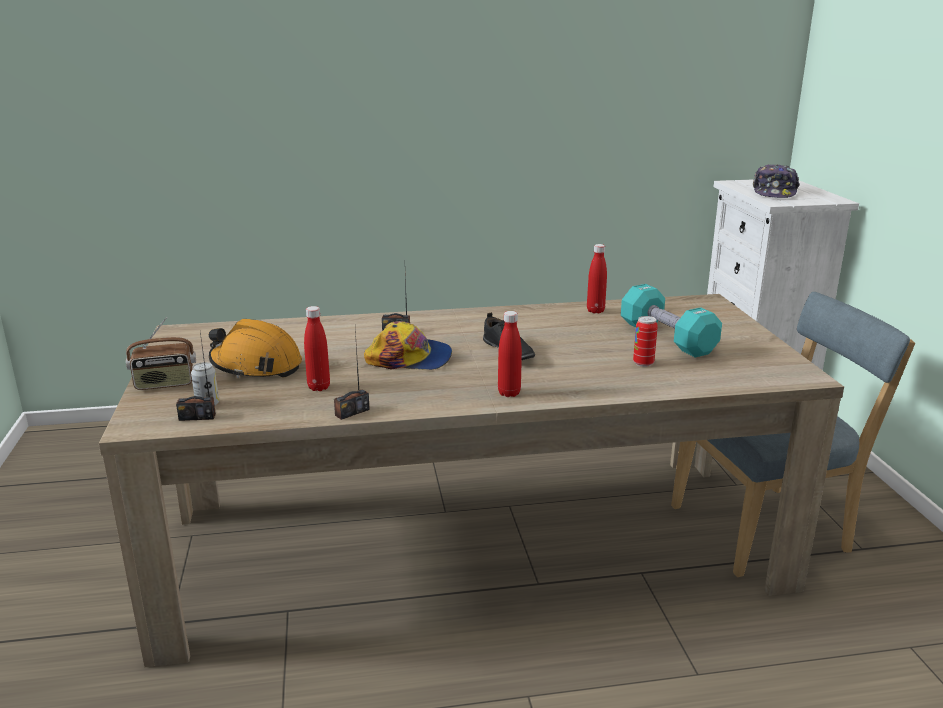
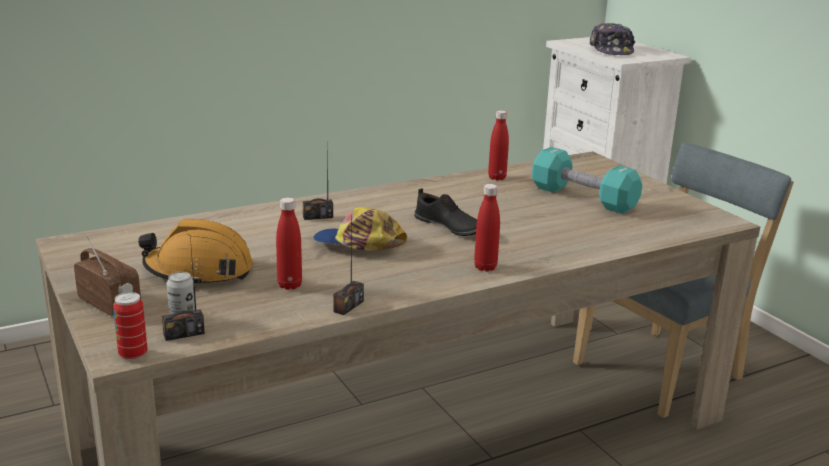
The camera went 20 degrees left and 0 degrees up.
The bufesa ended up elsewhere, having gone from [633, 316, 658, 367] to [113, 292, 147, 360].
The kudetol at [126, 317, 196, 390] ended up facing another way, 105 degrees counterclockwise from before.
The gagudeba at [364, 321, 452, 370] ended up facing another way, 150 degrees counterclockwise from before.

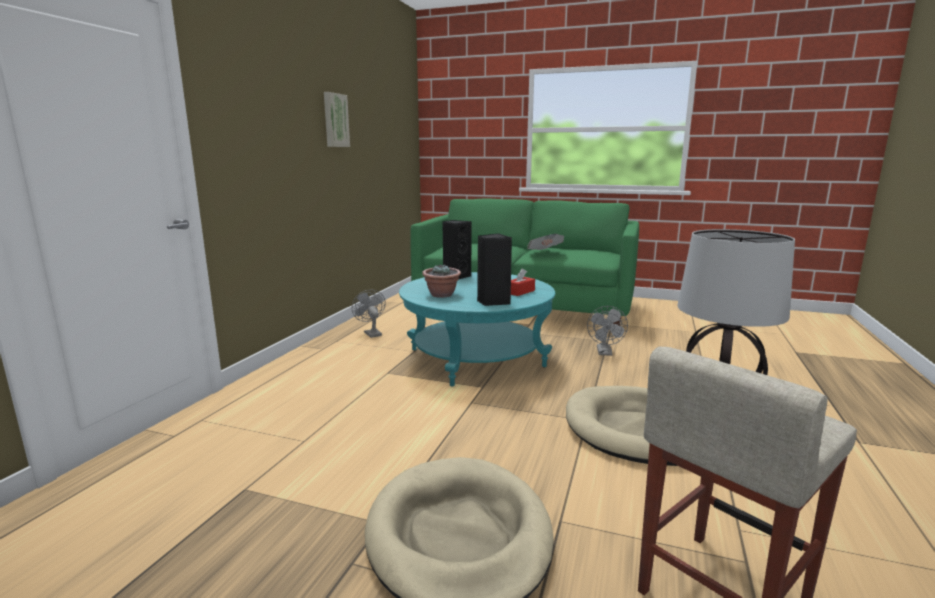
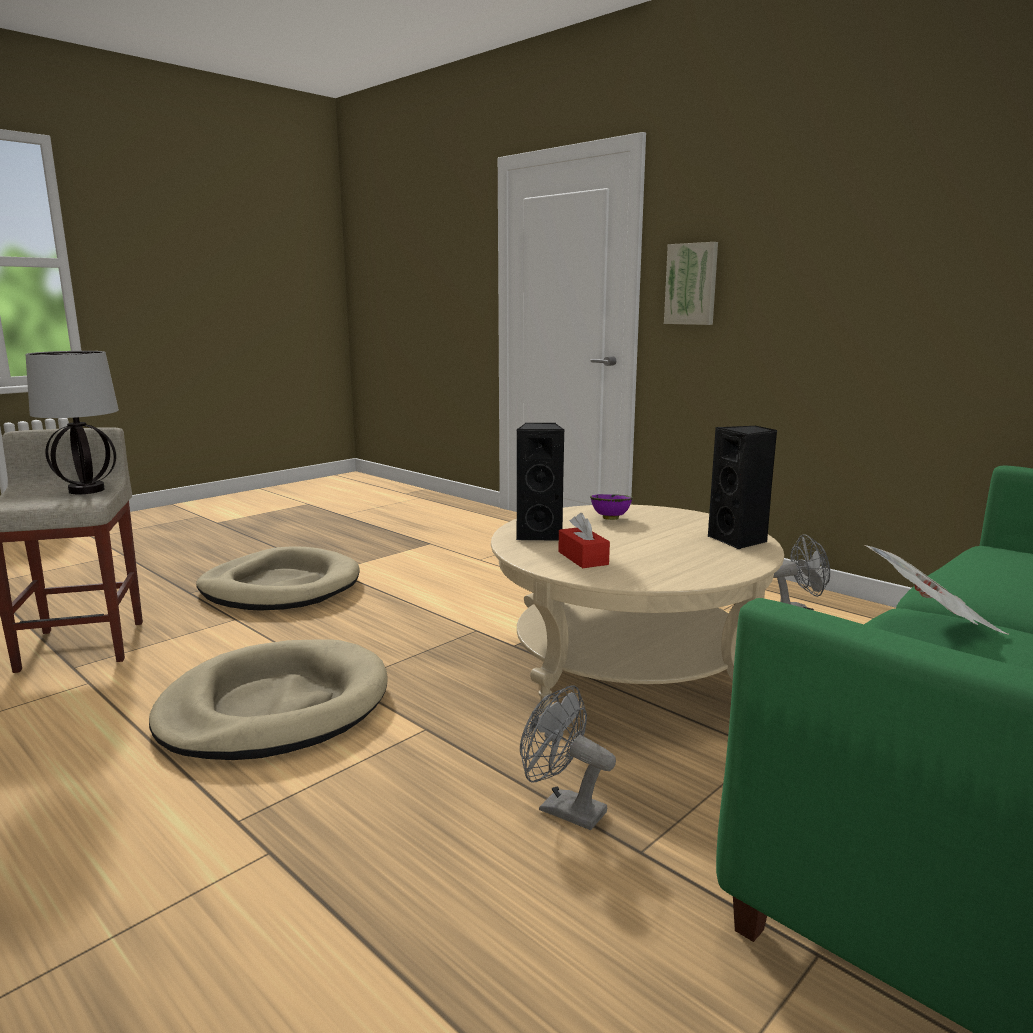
The camera went 115 degrees right and 0 degrees up.
The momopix ended up elsewhere, having gone from [324, 92, 350, 147] to [664, 242, 718, 325].
Where the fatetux stood at [422, 264, 461, 298], the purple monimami came to stand at [590, 494, 633, 520].
What was the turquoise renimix at [399, 272, 555, 387] turned into the beige renimix at [491, 505, 784, 711].

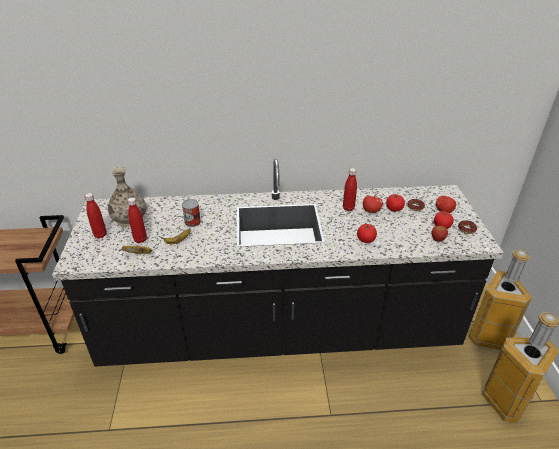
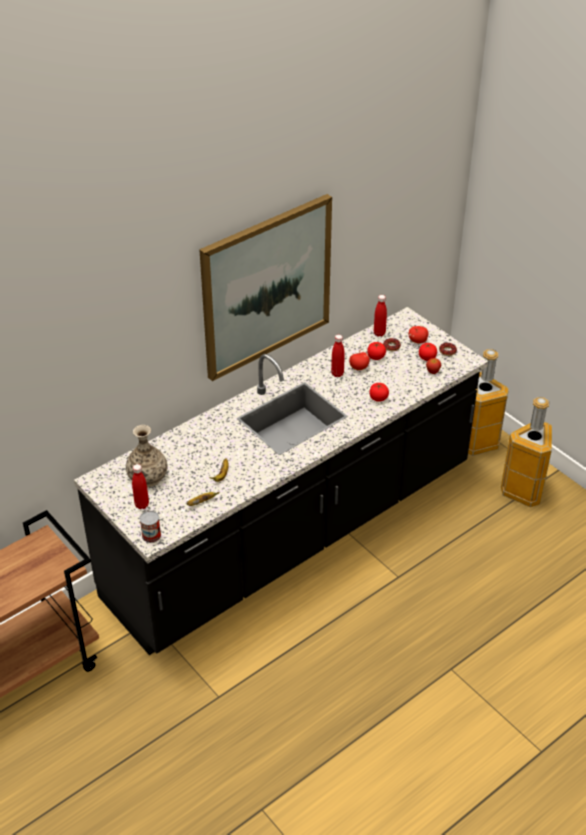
The camera went 35 degrees left and 5 degrees up.
The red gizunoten ended up elsewhere, having gone from [127, 197, 147, 243] to [374, 295, 387, 337].
The bufesa ended up elsewhere, having gone from [182, 199, 201, 227] to [140, 511, 161, 543].
The second view gained the momopix at [199, 194, 332, 381].

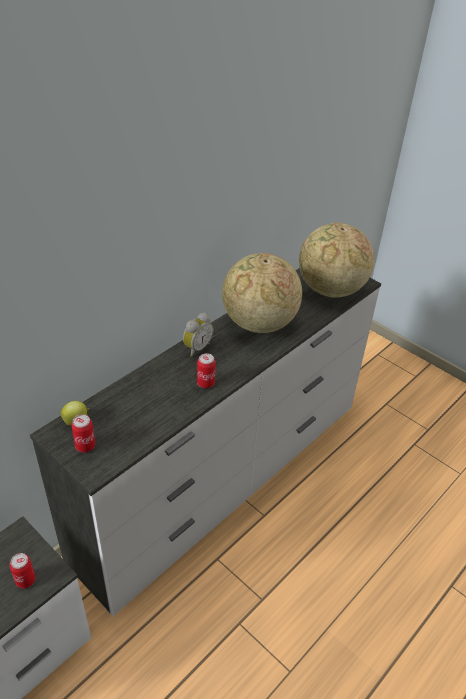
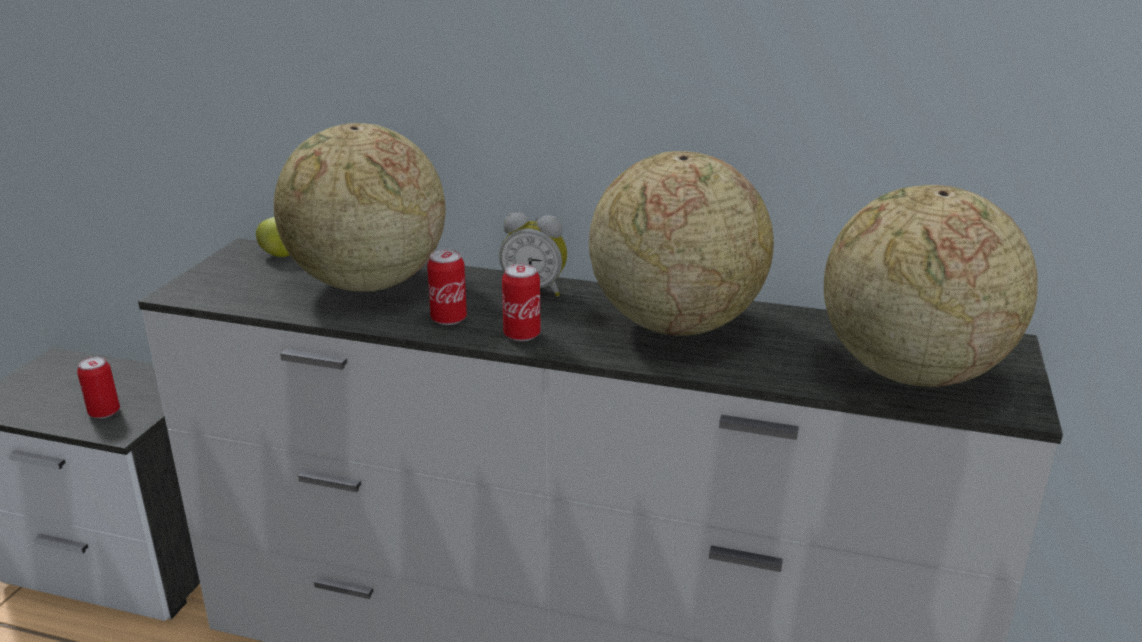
The camera went 65 degrees right and 15 degrees down.
The bufesa ended up elsewhere, having gone from [71, 414, 95, 452] to [502, 263, 540, 341].
The second view gained the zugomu at [274, 123, 446, 292].

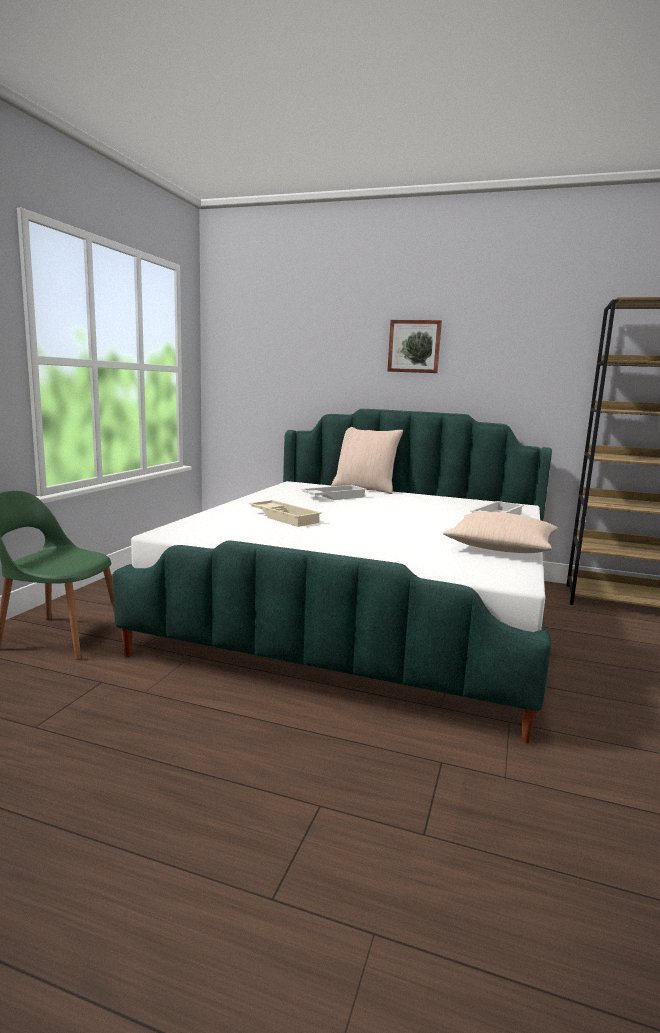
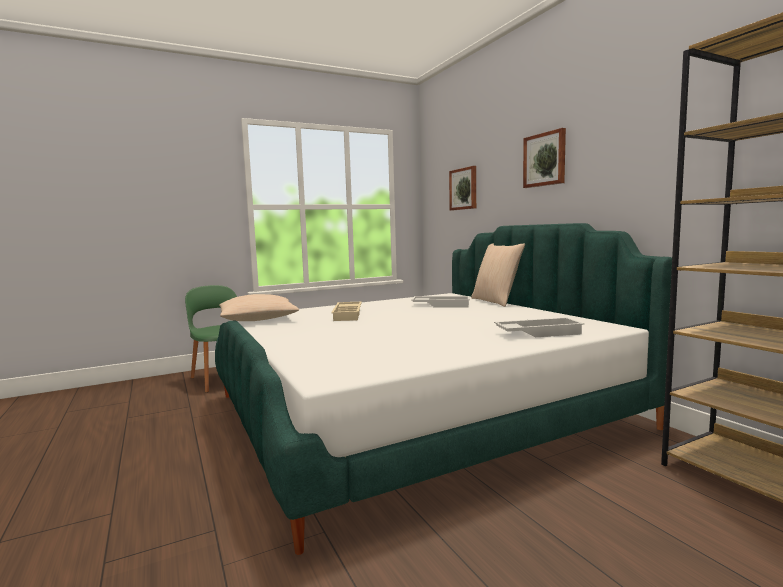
The camera went 45 degrees right and 5 degrees down.
The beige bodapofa ended up elsewhere, having gone from [443, 511, 558, 553] to [219, 294, 299, 321].
The second view gained the momopix at [449, 166, 476, 211].

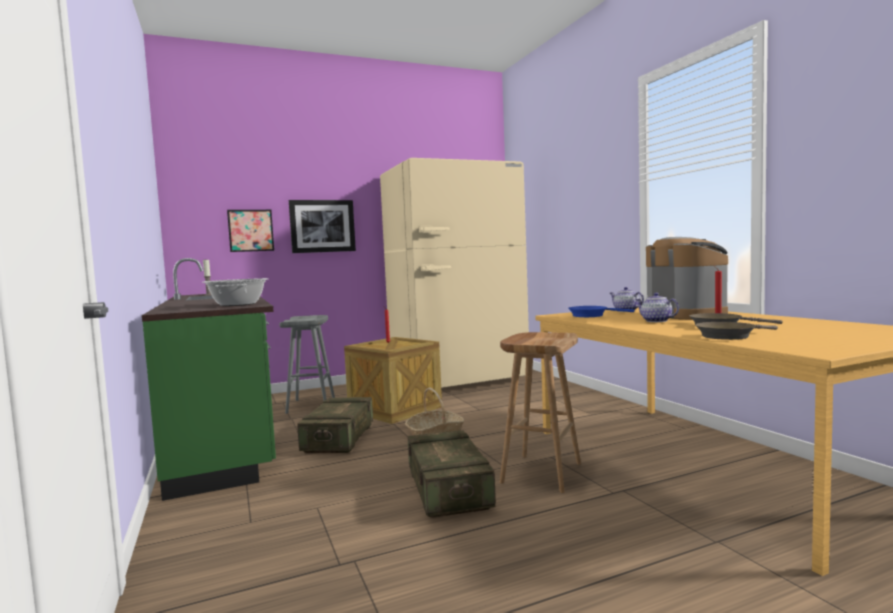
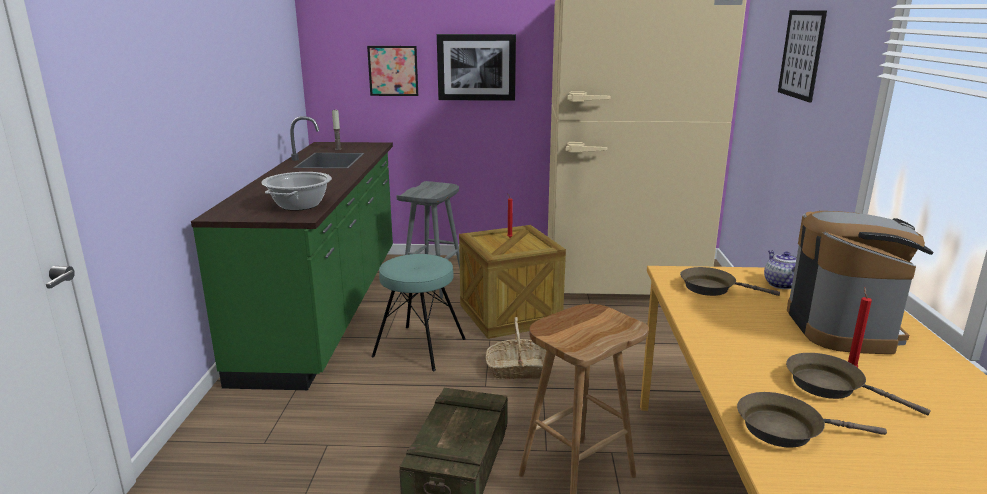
The camera went 25 degrees right and 15 degrees up.
The second view lost the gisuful at [635, 293, 679, 322].
What was the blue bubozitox at [568, 306, 634, 317] turned into the brown bubozitox at [680, 267, 780, 296].
Where the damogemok stood at [297, 397, 373, 453], the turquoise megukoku came to stand at [371, 254, 466, 371].
The second view gained the momopix at [778, 10, 827, 102].

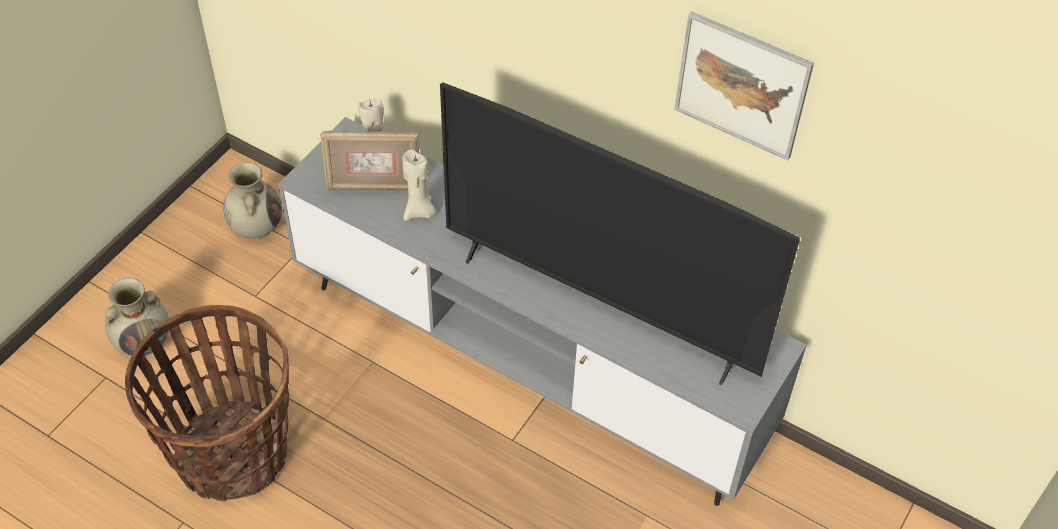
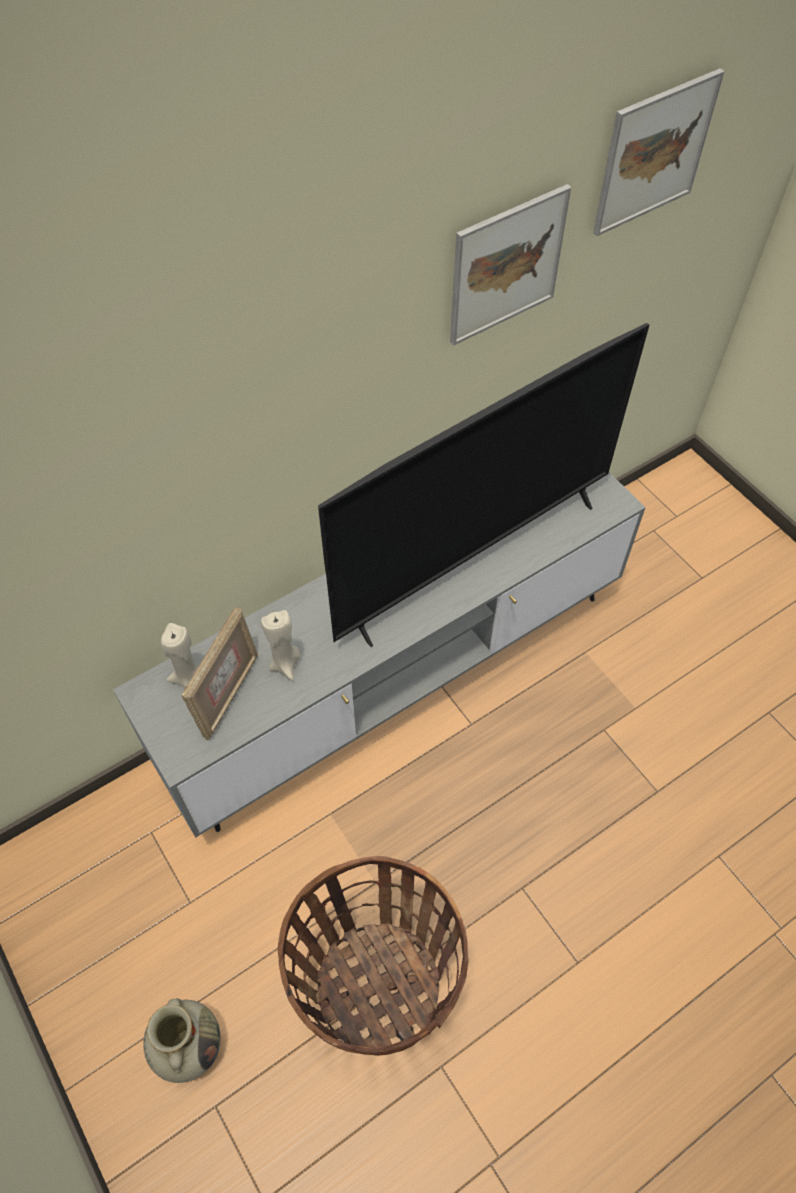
The camera went 65 degrees left and 5 degrees up.
The second view lost the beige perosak at [223, 162, 282, 239].
The second view gained the momopix at [593, 68, 725, 236].

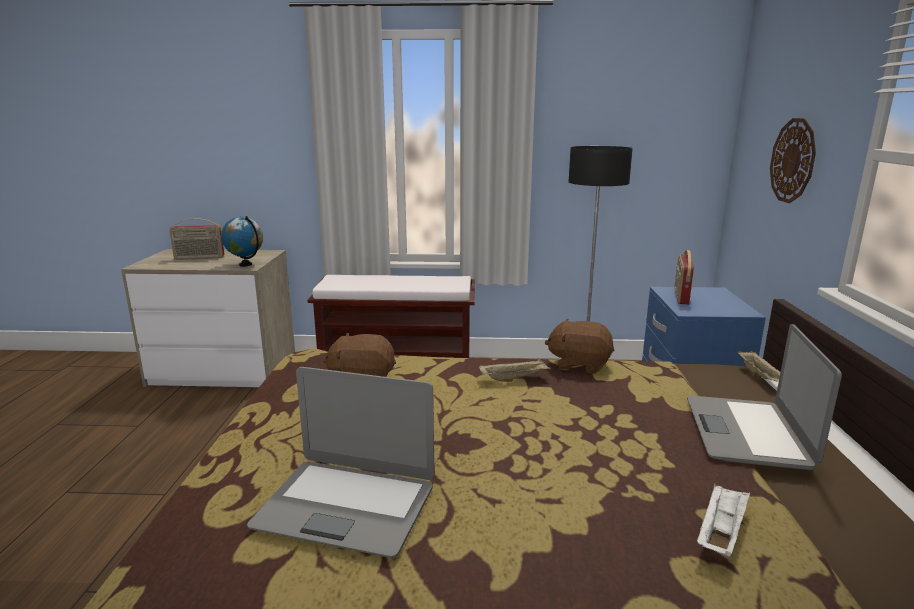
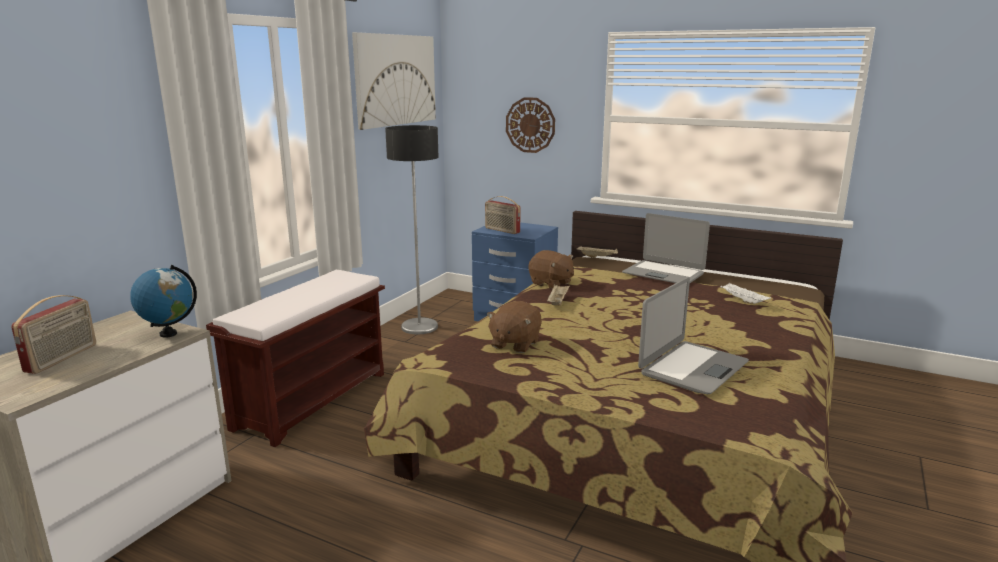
The camera went 65 degrees left and 0 degrees up.
The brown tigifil at [545, 319, 615, 374] ended up facing another way, 90 degrees counterclockwise from before.
The second view gained the momopix at [352, 32, 436, 130].

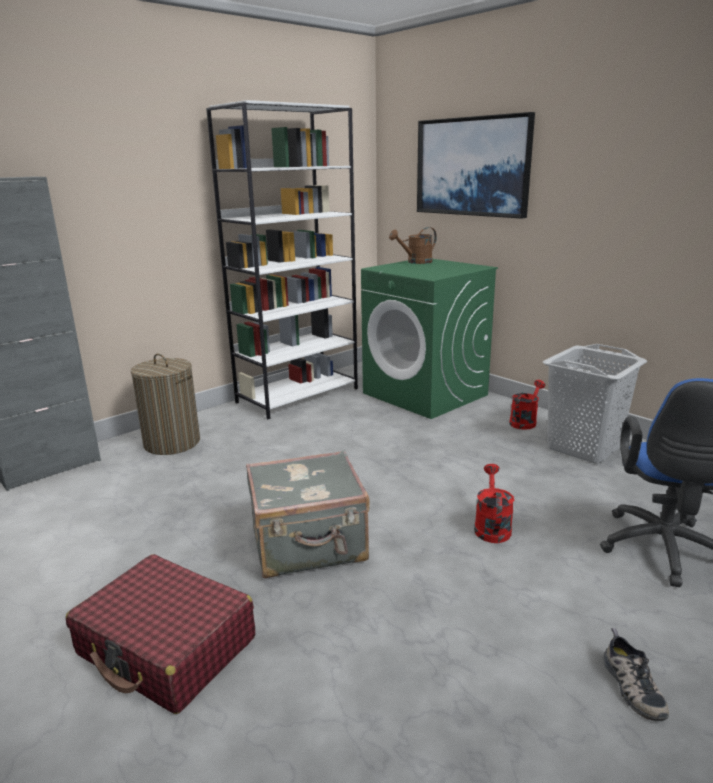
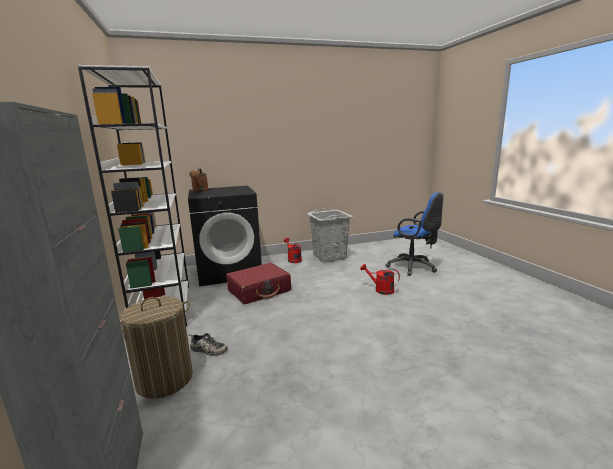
The camera went 65 degrees left and 5 degrees down.
The second view lost the momopix at [417, 112, 535, 219].
What was the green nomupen at [361, 259, 498, 419] turned into the black nomupen at [188, 185, 262, 287].
The second view lost the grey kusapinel at [246, 450, 370, 579].
The red kusapinel ended up elsewhere, having gone from [66, 554, 255, 714] to [226, 263, 291, 304].
The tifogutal ended up elsewhere, having gone from [604, 628, 669, 721] to [189, 333, 228, 356].

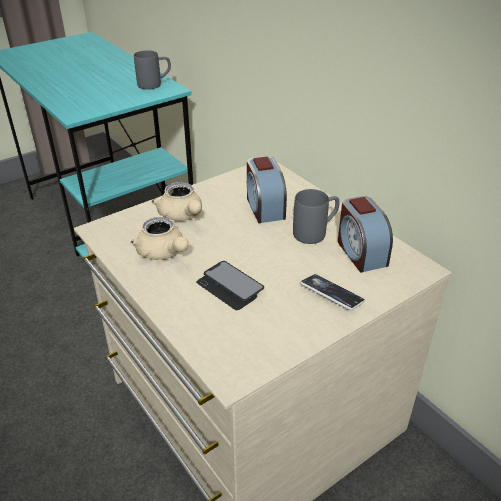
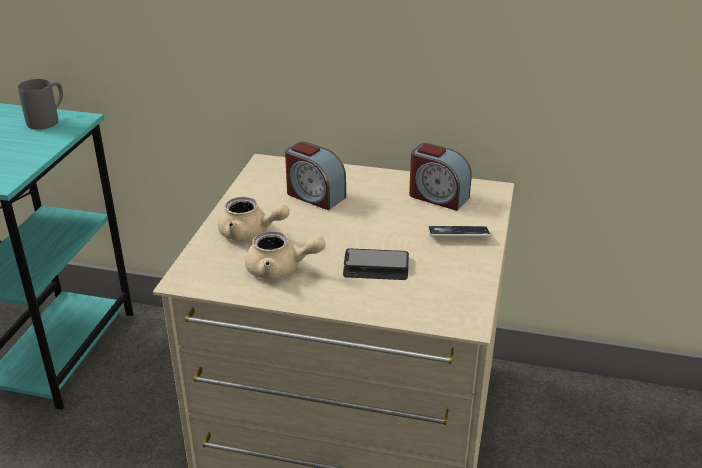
The camera went 40 degrees left and 5 degrees down.
The second view lost the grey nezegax at [293, 189, 340, 244].

